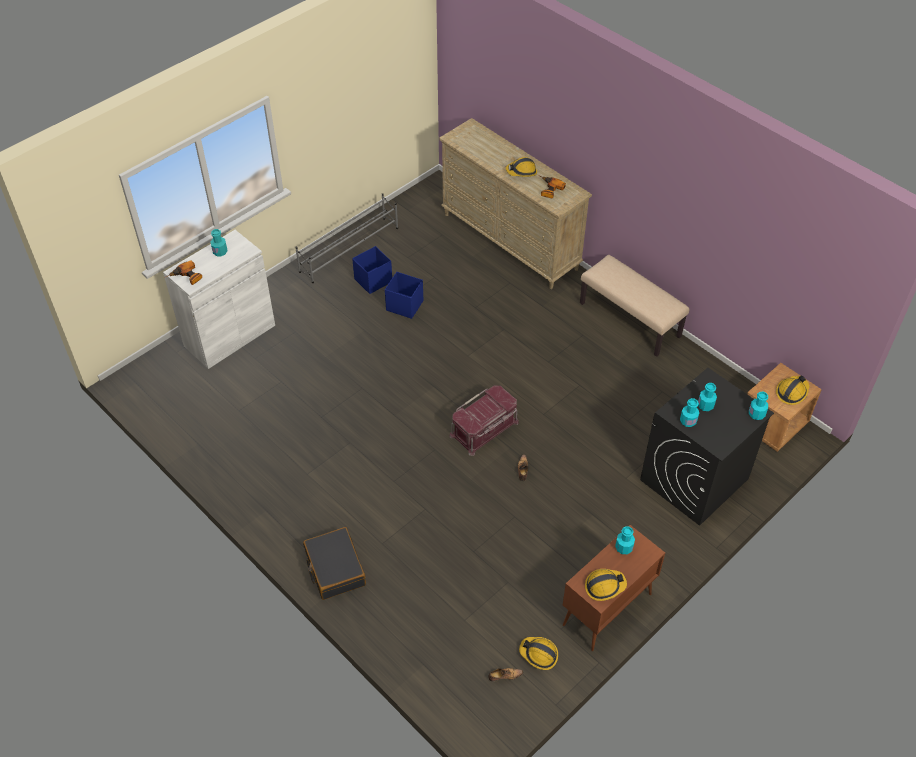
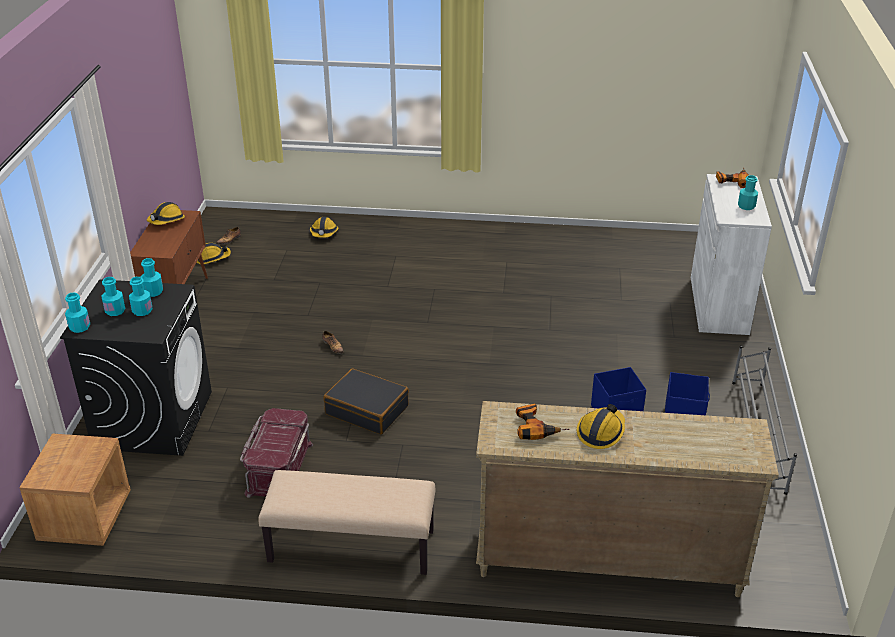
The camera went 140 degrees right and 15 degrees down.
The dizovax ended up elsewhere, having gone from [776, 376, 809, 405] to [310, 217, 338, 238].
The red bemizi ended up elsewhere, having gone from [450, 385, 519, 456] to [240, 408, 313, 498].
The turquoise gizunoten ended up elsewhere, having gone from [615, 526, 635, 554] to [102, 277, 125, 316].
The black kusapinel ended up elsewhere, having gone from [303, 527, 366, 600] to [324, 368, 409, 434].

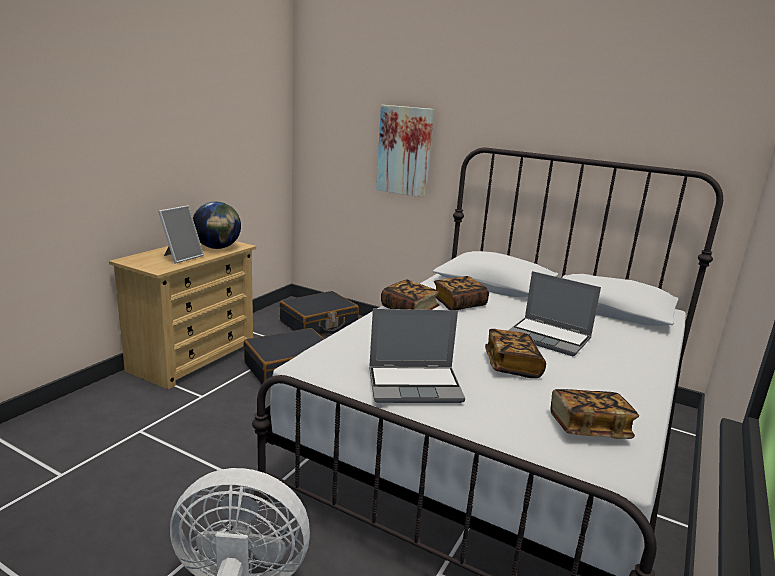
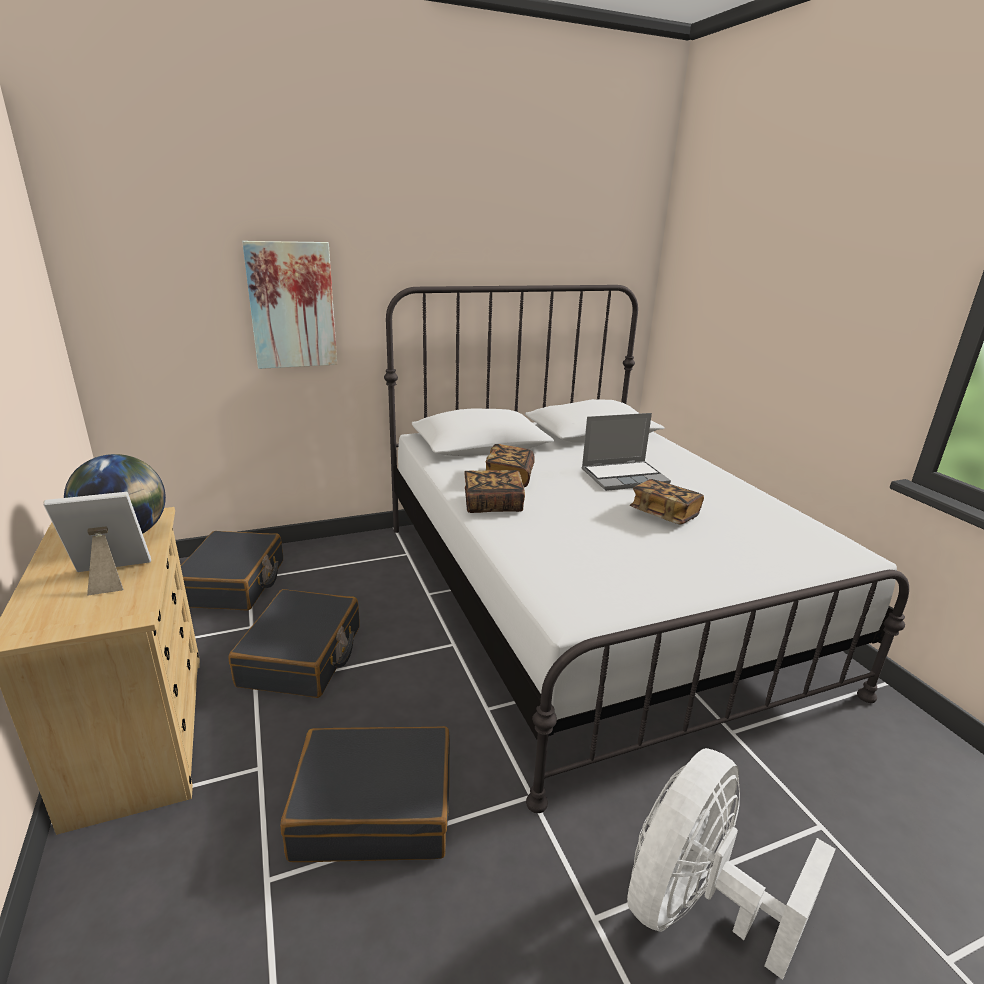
The camera went 50 degrees left and 5 degrees up.
The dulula at [158, 205, 204, 264] ended up facing another way, 90 degrees counterclockwise from before.
The second view lost the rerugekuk at [369, 309, 465, 403].
The second view lost the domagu at [551, 389, 639, 439].
The second view gained the black kusapinel at [280, 726, 450, 862].

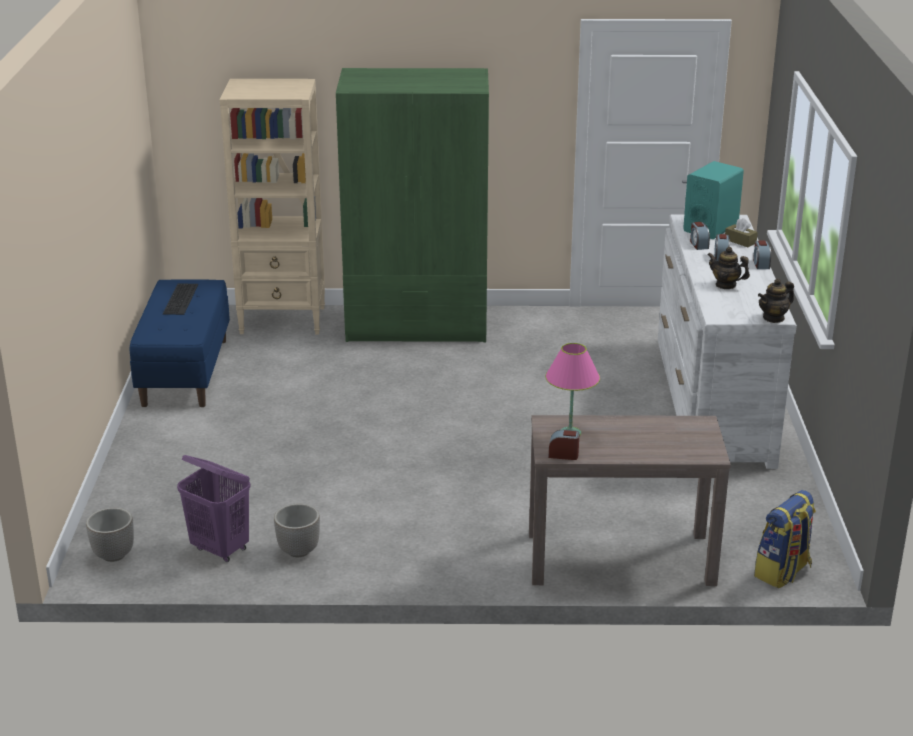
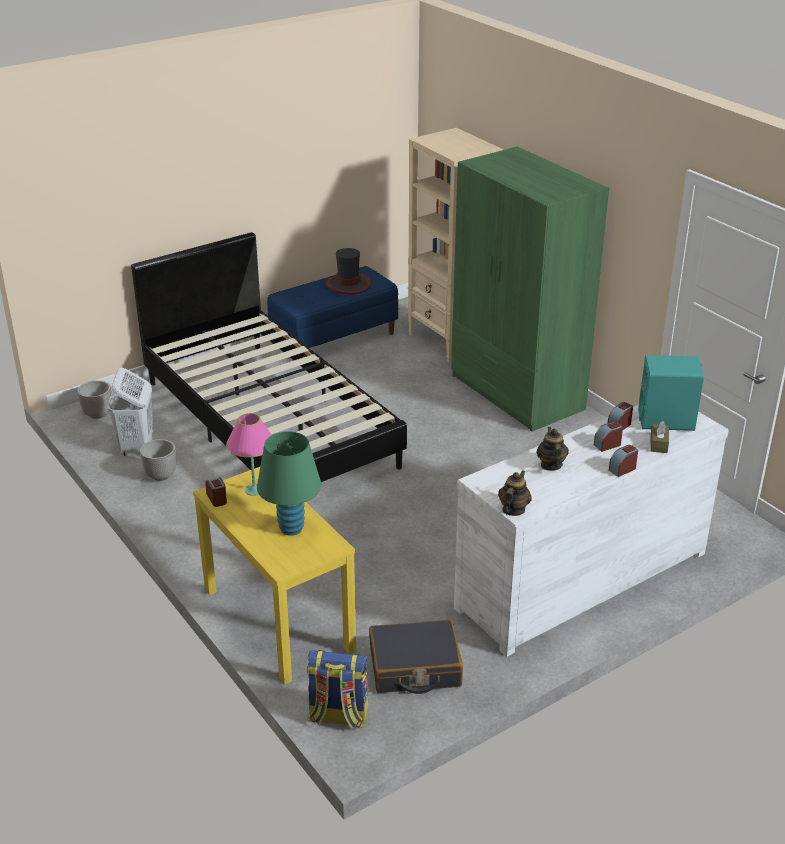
The camera went 55 degrees right and 5 degrees up.
The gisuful at [758, 279, 794, 323] ended up facing another way, 90 degrees clockwise from before.
Where the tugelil stood at [163, 283, 198, 315], the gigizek came to stand at [326, 248, 371, 294].
What was the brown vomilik at [529, 415, 731, 586] turned into the yellow vomilik at [193, 467, 356, 685].
What was the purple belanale at [177, 455, 251, 562] turned into the white belanale at [107, 368, 153, 456].
The second view gained the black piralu at [131, 232, 407, 482].
The second view gained the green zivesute at [257, 431, 321, 536].
The second view gained the black kusapinel at [369, 620, 463, 694].

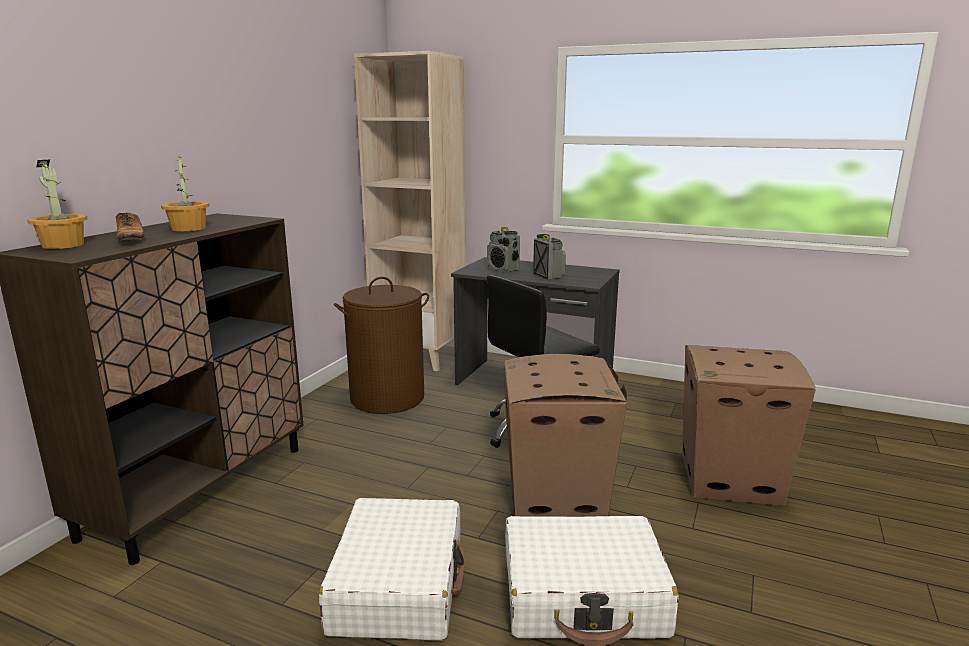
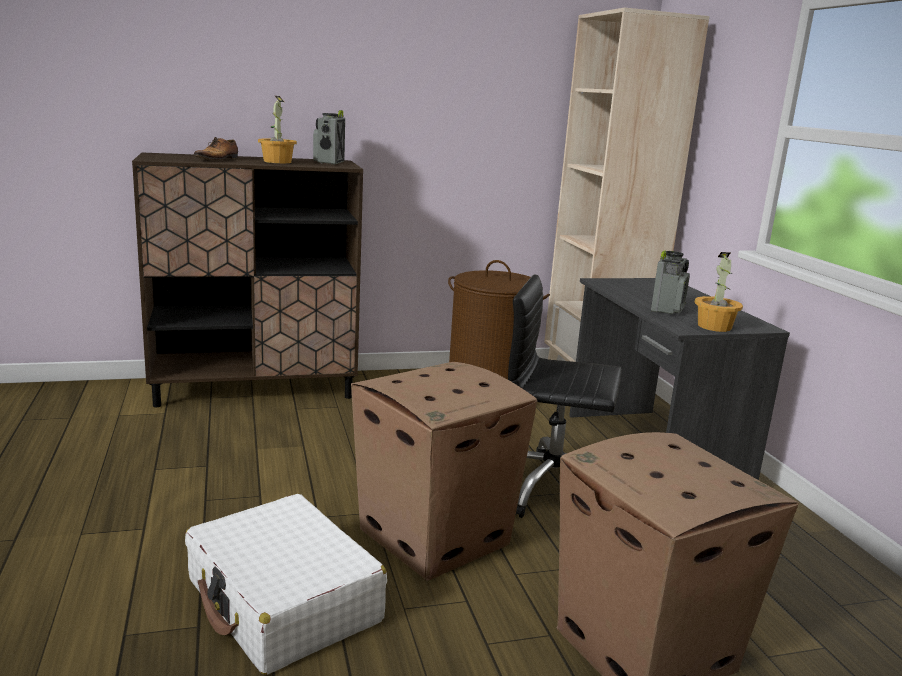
The camera went 50 degrees right and 0 degrees up.
The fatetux ended up elsewhere, having gone from [27, 160, 88, 249] to [695, 252, 743, 332].
The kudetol ended up elsewhere, having gone from [487, 227, 520, 272] to [313, 110, 345, 164].
The second view lost the white kusapinel at [319, 498, 464, 641].

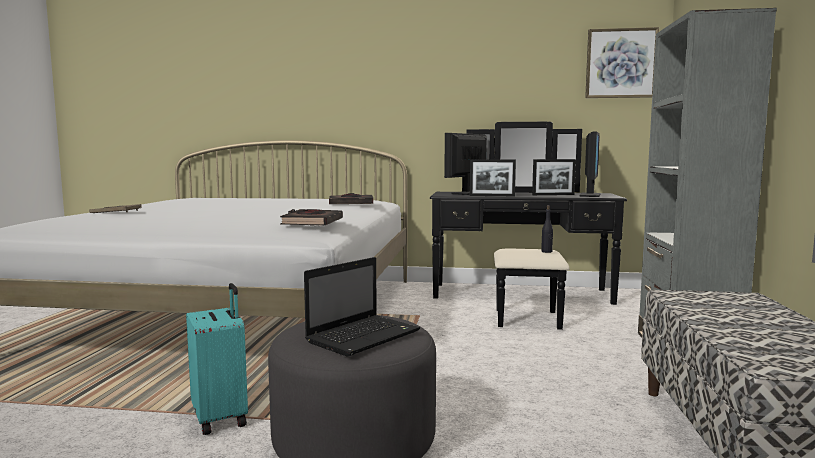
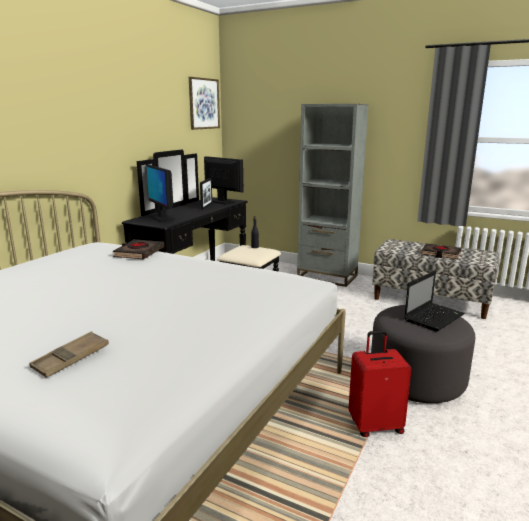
The camera went 70 degrees left and 10 degrees up.
The second view lost the dulula at [470, 159, 516, 196].
The black domagu ended up elsewhere, having gone from [280, 209, 343, 225] to [421, 243, 462, 259].
The rerugekuk at [304, 257, 420, 356] ended up facing another way, 75 degrees clockwise from before.
What was the turquoise kusapinel at [186, 283, 248, 435] turned into the red kusapinel at [348, 330, 412, 437].

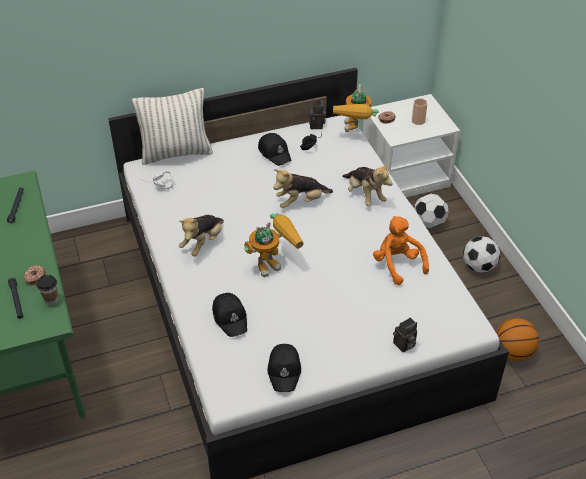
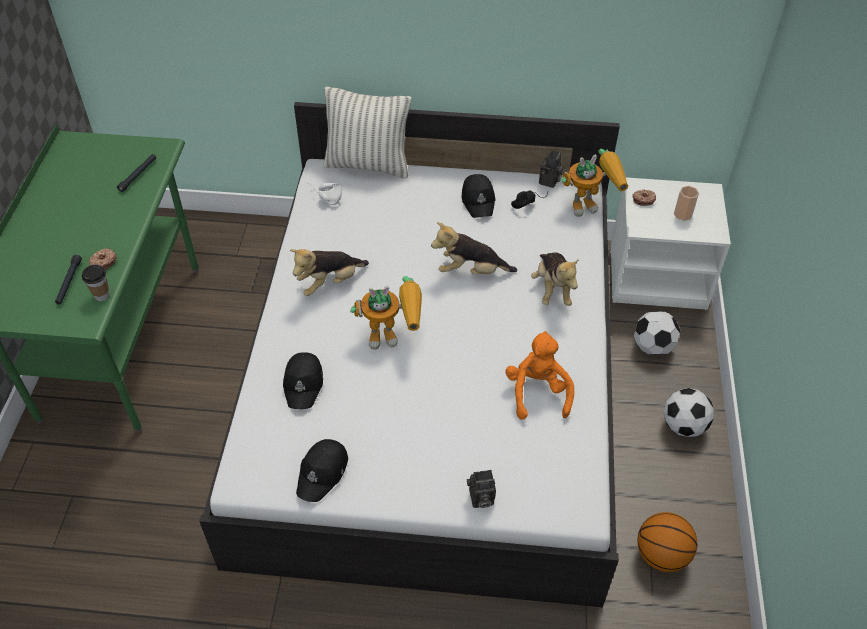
The camera went 25 degrees right and 5 degrees up.
The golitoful at [333, 84, 379, 132] ended up facing another way, 135 degrees counterclockwise from before.

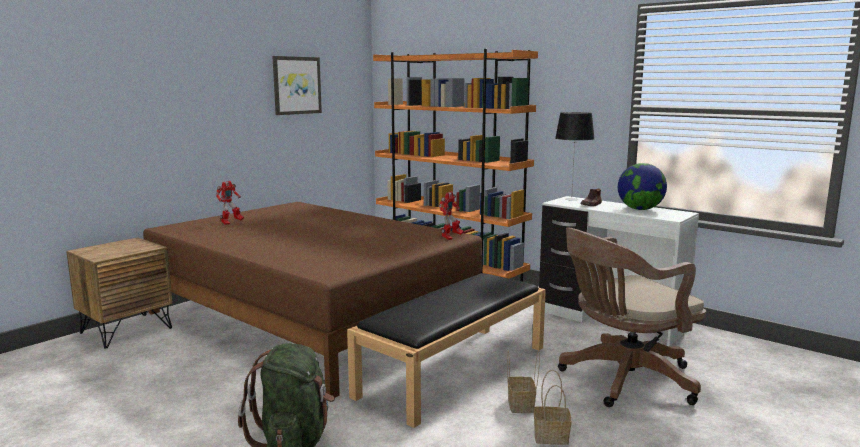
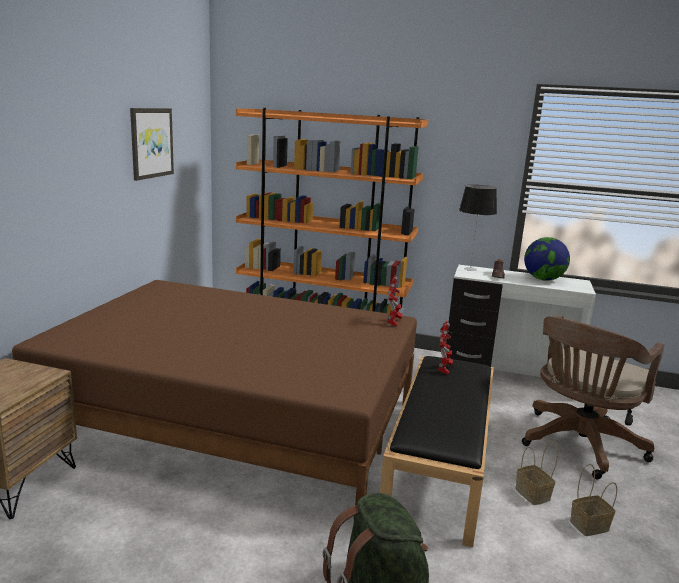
The camera went 25 degrees left and 5 degrees up.
The golitoful ended up elsewhere, having gone from [216, 181, 244, 225] to [438, 321, 453, 375].

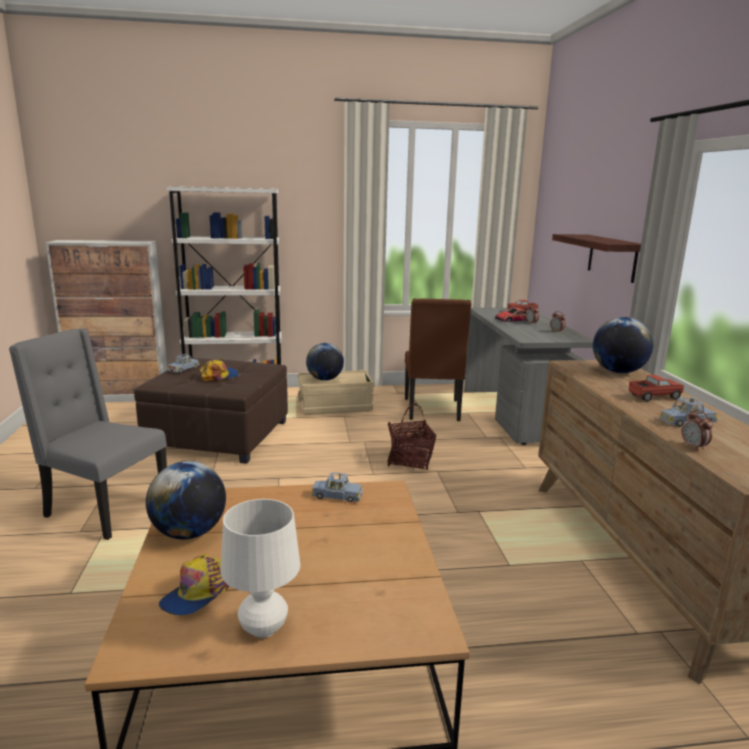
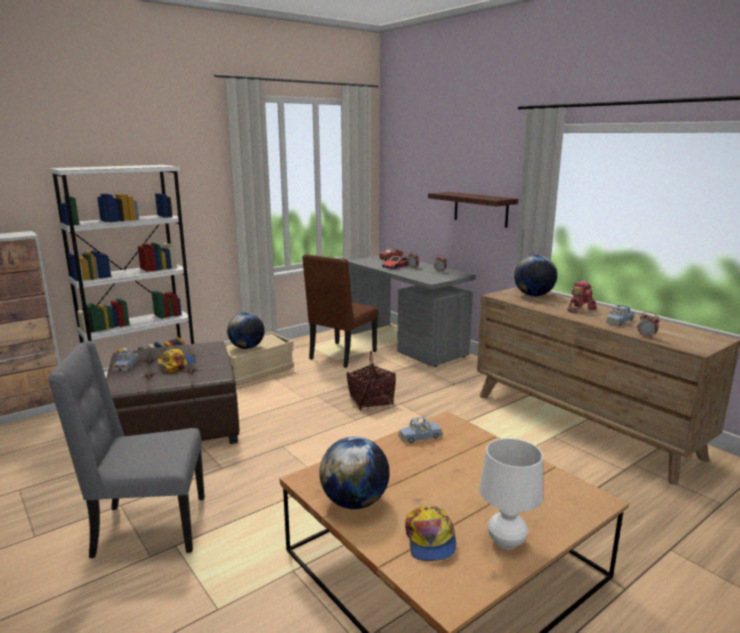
The camera went 30 degrees left and 0 degrees up.
The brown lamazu at [405, 298, 472, 421] ended up facing another way, 60 degrees clockwise from before.
Where the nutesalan stood at [629, 375, 684, 401], the golitoful came to stand at [567, 280, 597, 313].

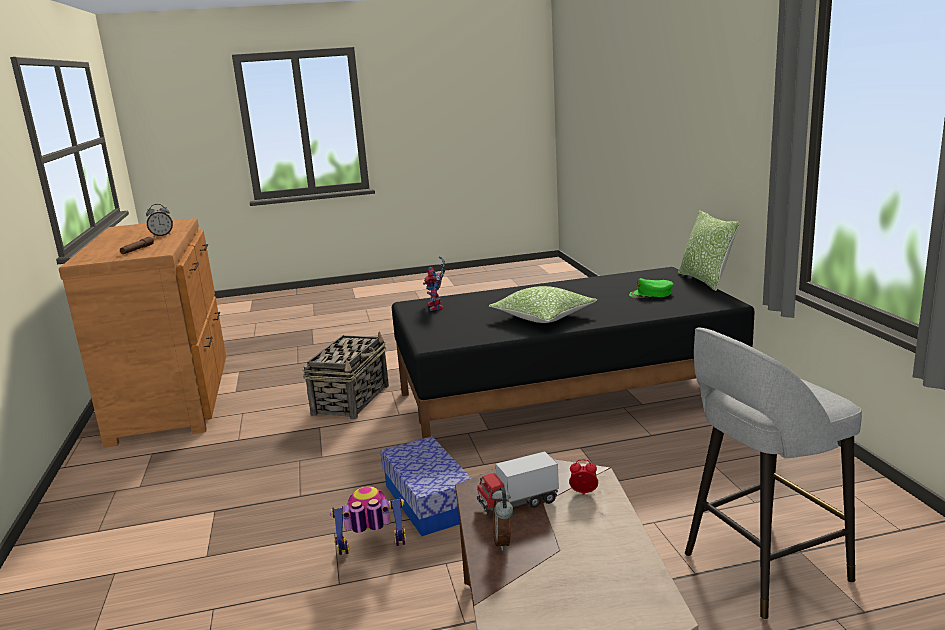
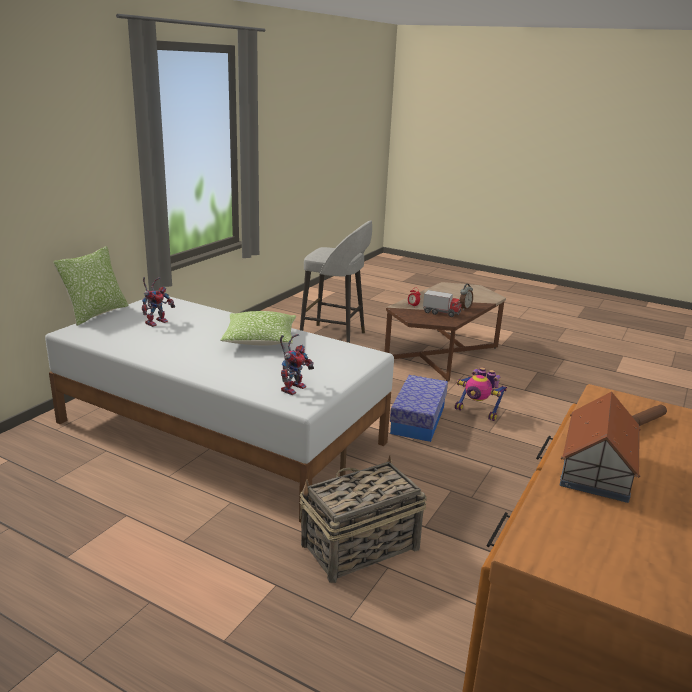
The camera went 140 degrees left and 5 degrees up.
Where the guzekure stood at [146, 204, 173, 237], the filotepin came to stand at [560, 391, 641, 503].
What was the black piralu at [392, 267, 755, 439] turned into the white piralu at [45, 296, 394, 522].
Where the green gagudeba stood at [629, 278, 674, 298], the golitoful came to stand at [142, 277, 175, 327].

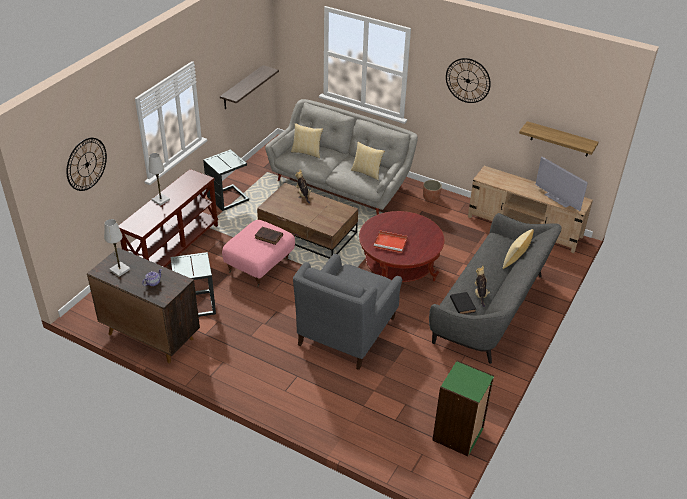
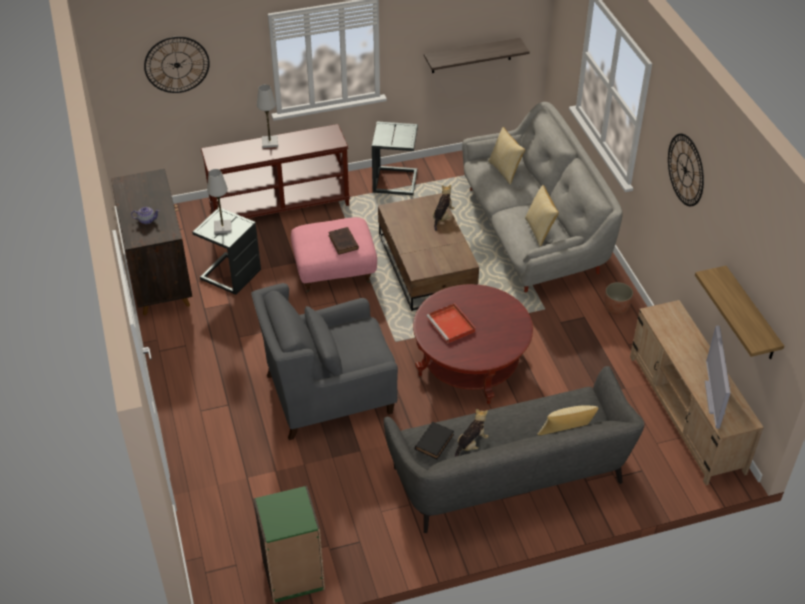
The camera went 45 degrees right and 5 degrees up.
The white zivesute ended up elsewhere, having gone from [104, 219, 130, 277] to [207, 169, 231, 234].

